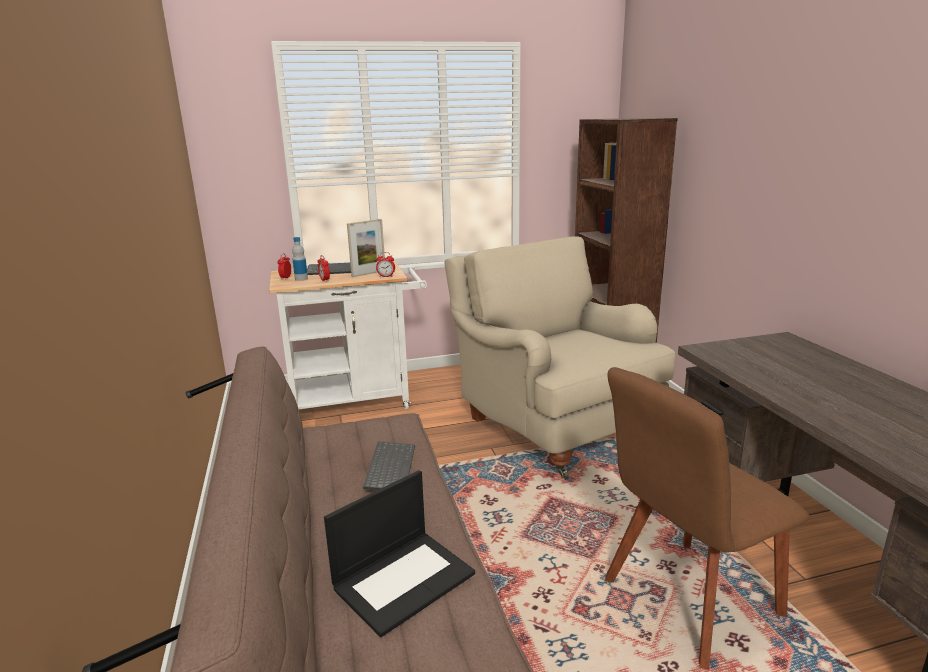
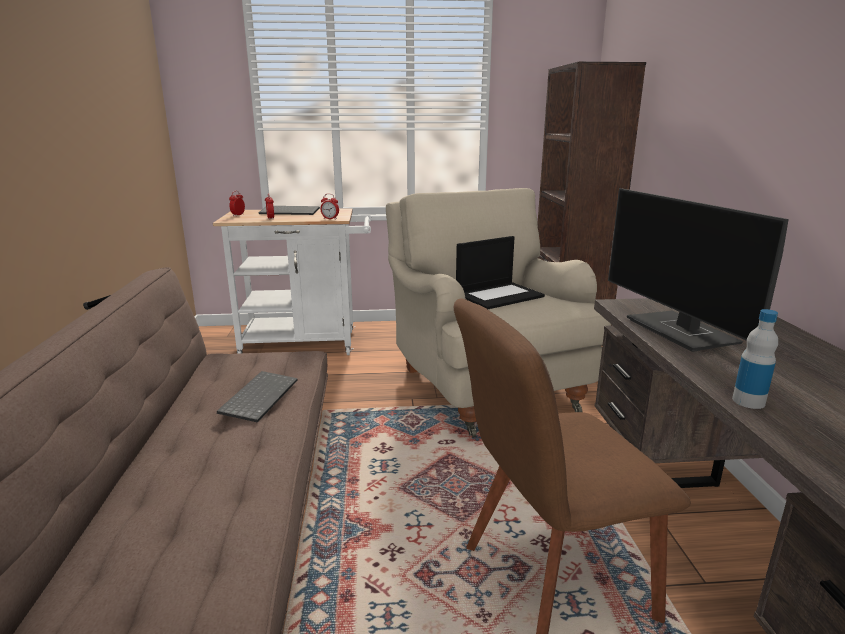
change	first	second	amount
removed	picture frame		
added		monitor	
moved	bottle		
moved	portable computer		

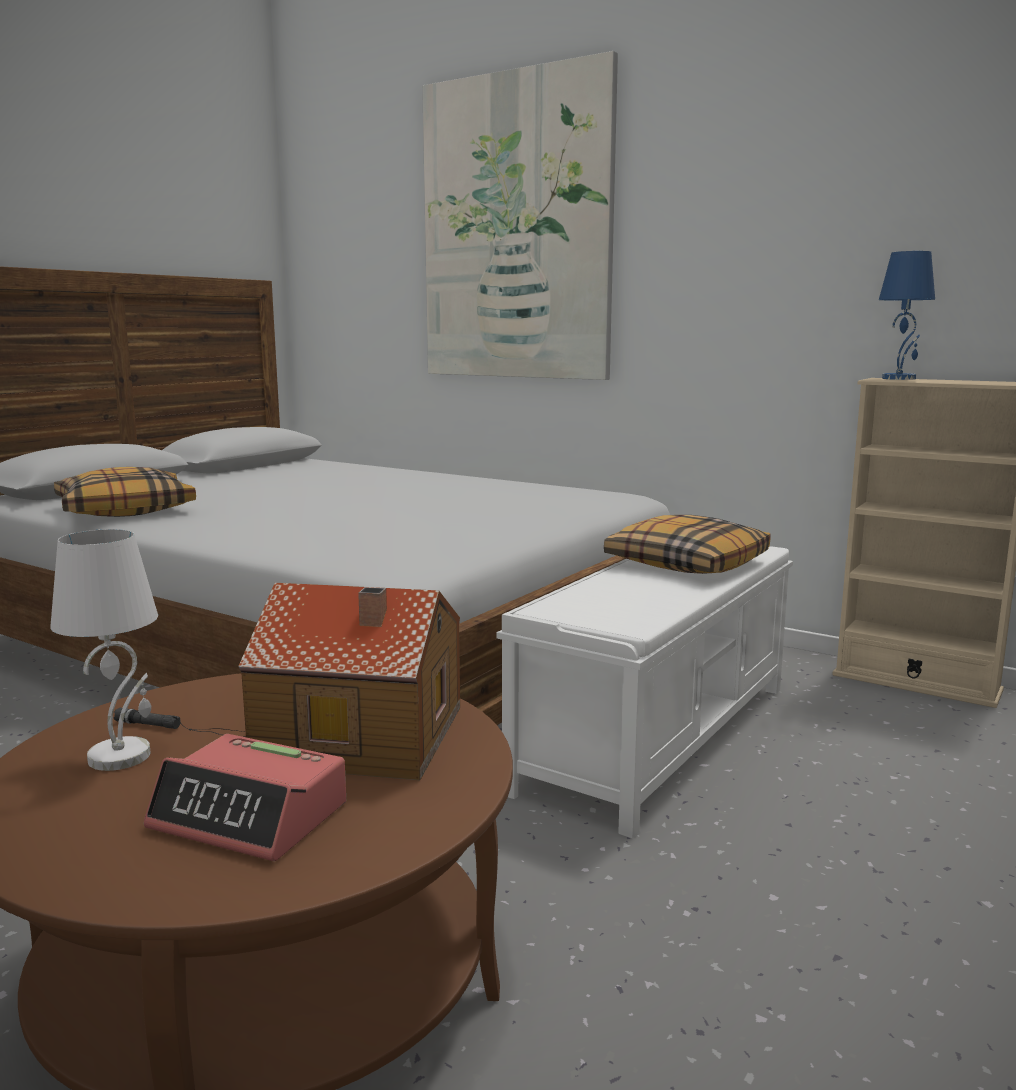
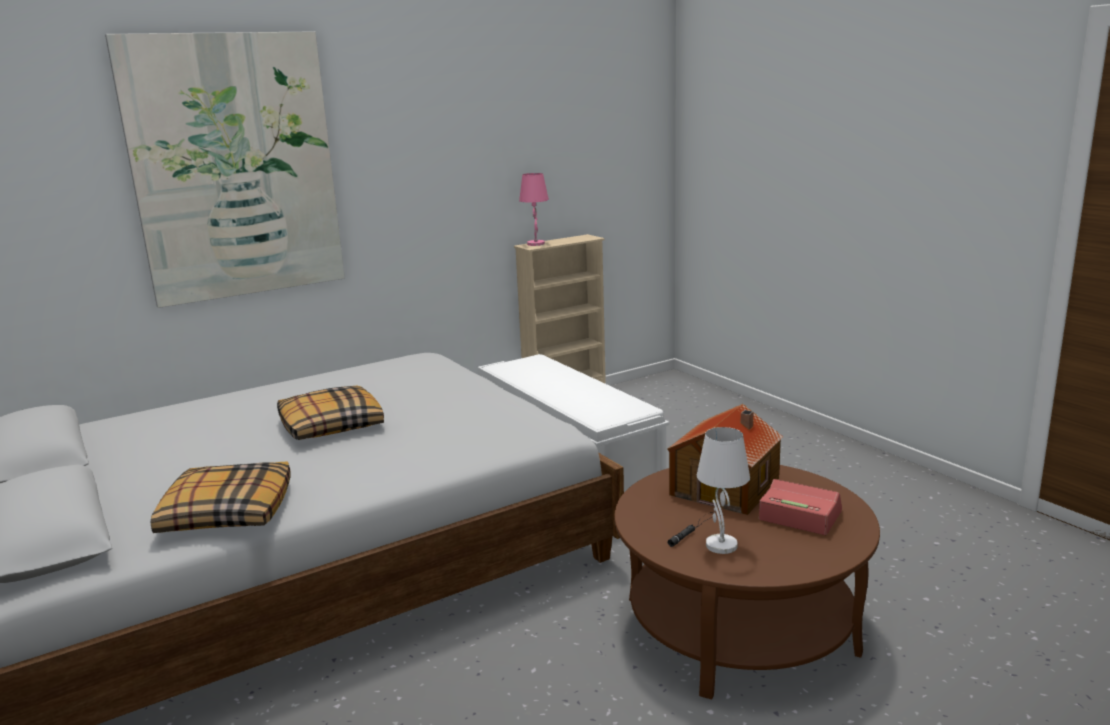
change	first	second	amount
moved	cushion (2nd from left)		
recoloured	bluish tabletop lamp	pinkish tabletop lamp	
turned	alarm clock		105 degrees counterclockwise

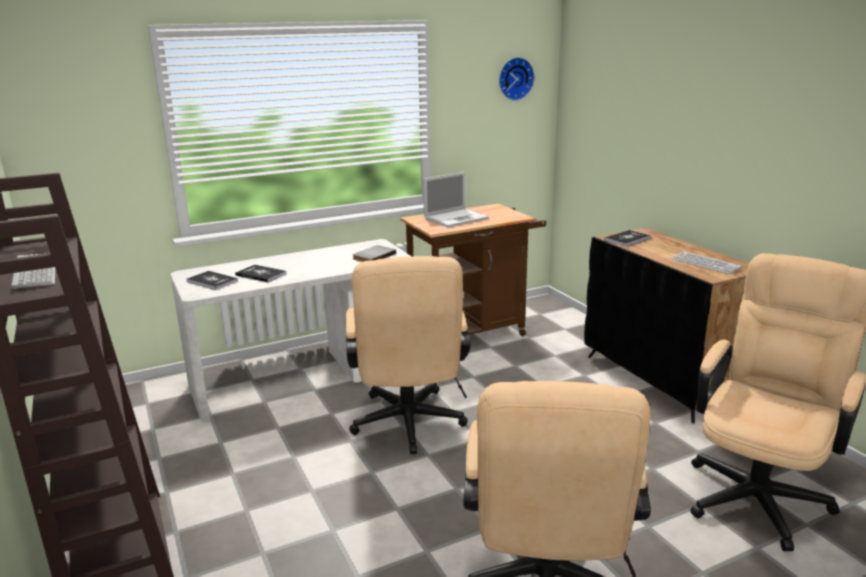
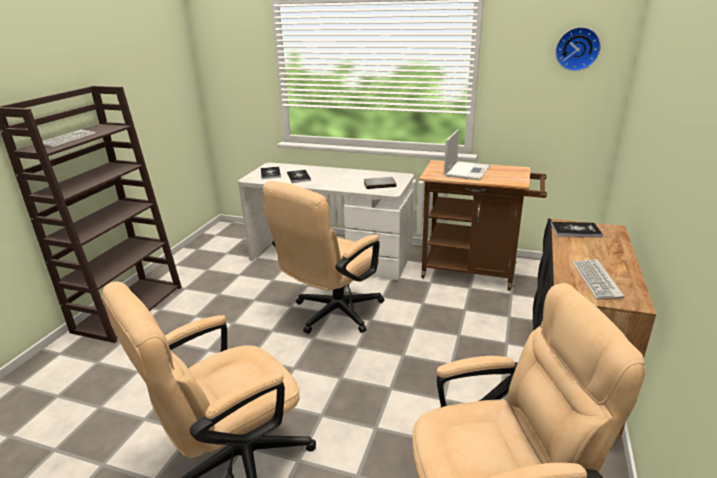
change	first	second	amount
turned	portable computer		75 degrees counterclockwise

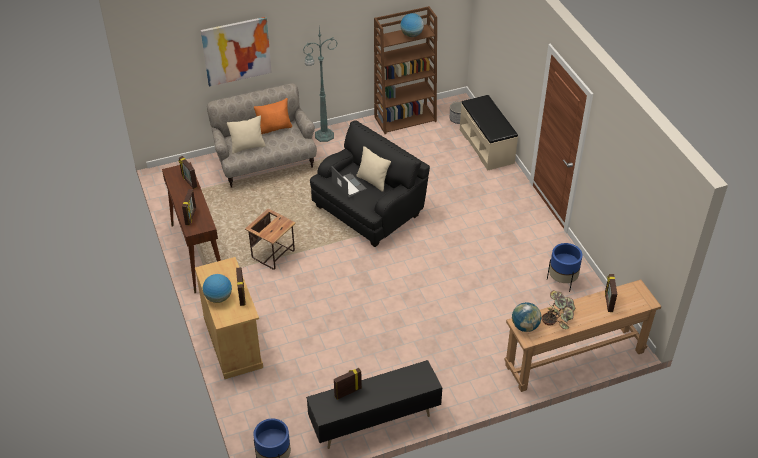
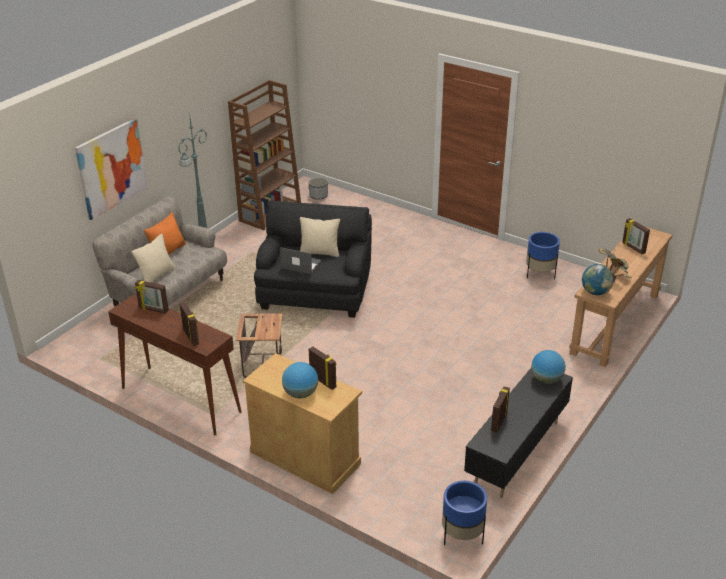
change	first	second	amount
removed	sand-coloured bench		
moved	globe (2nd from left)		

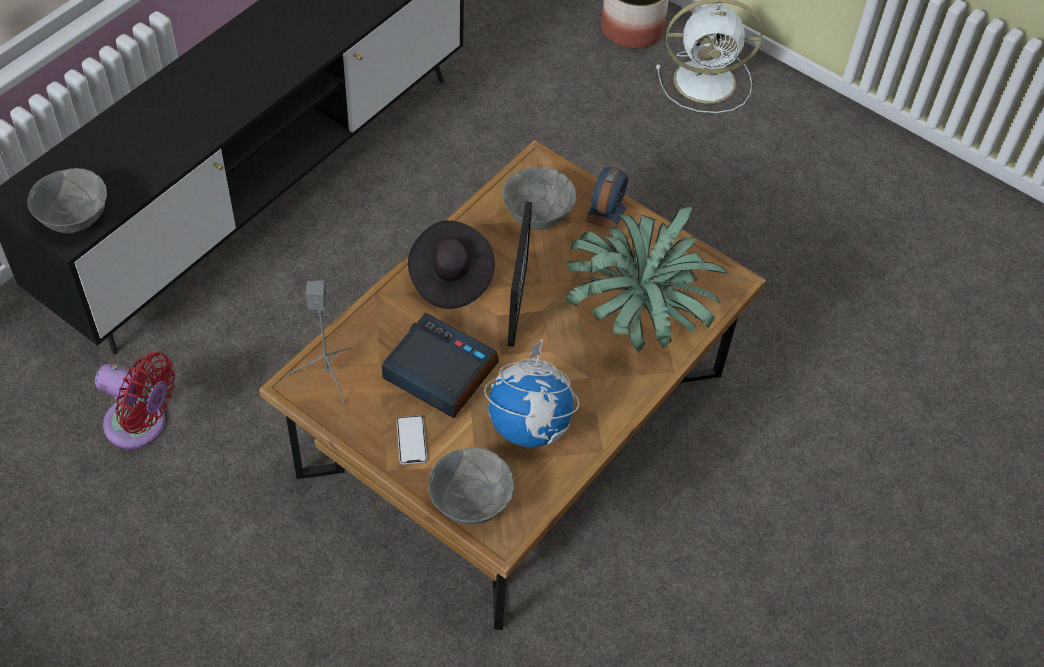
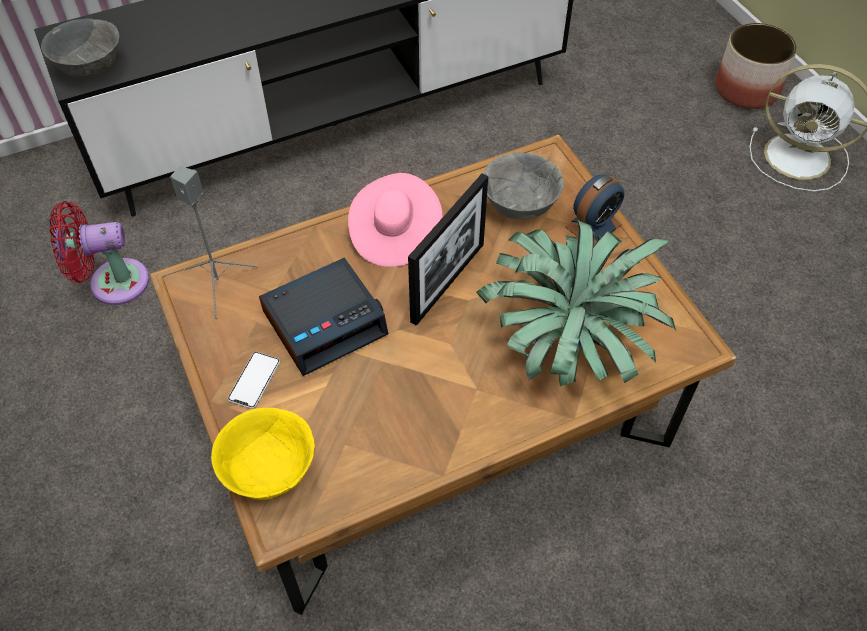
change	first	second	amount
removed	globe		
recoloured	black hat	pinkish hat	
recoloured	greyish serving bowl (2nd from left)	yellow serving bowl	
turned	reddish cooling fan		120 degrees clockwise
turned	alarm clock (1st from left)		90 degrees clockwise

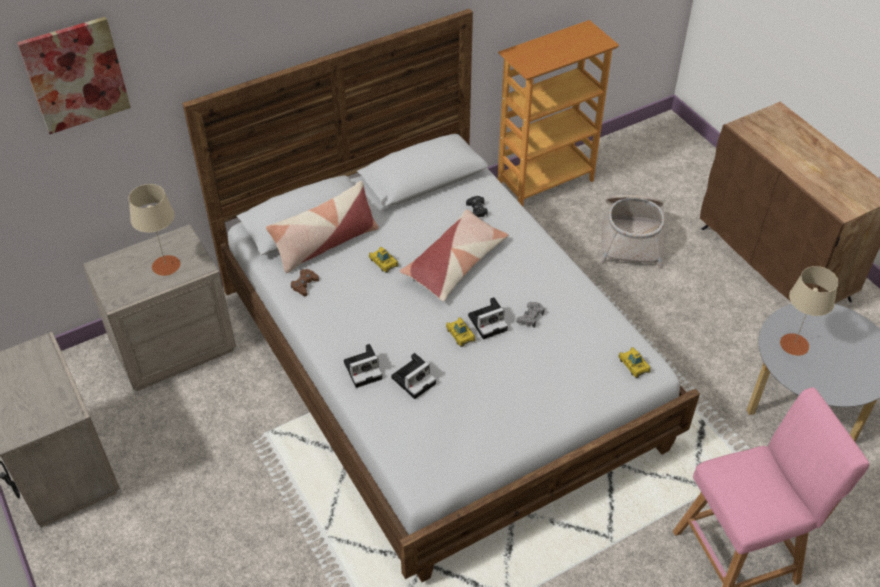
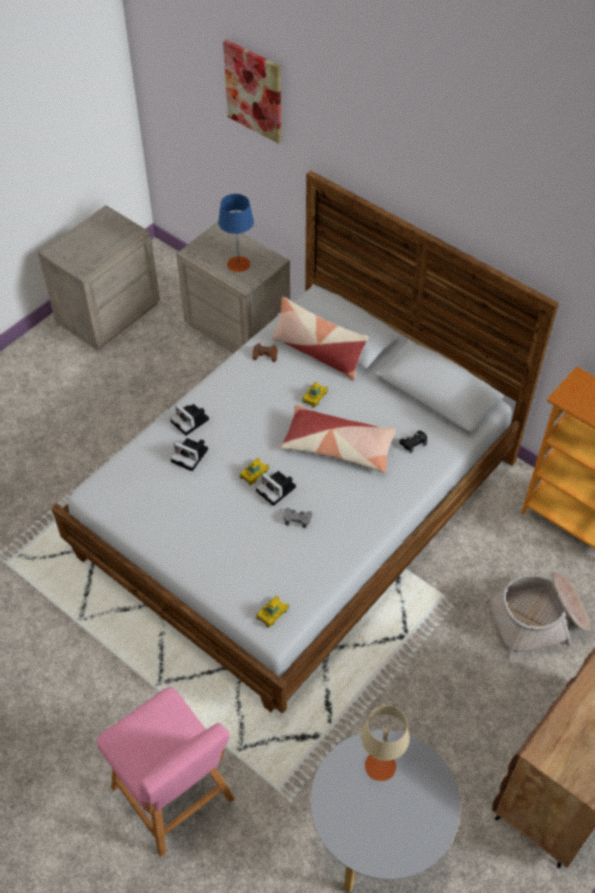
change	first	second	amount
recoloured	sand-coloured tabletop lamp (1st from left)	bluish tabletop lamp	

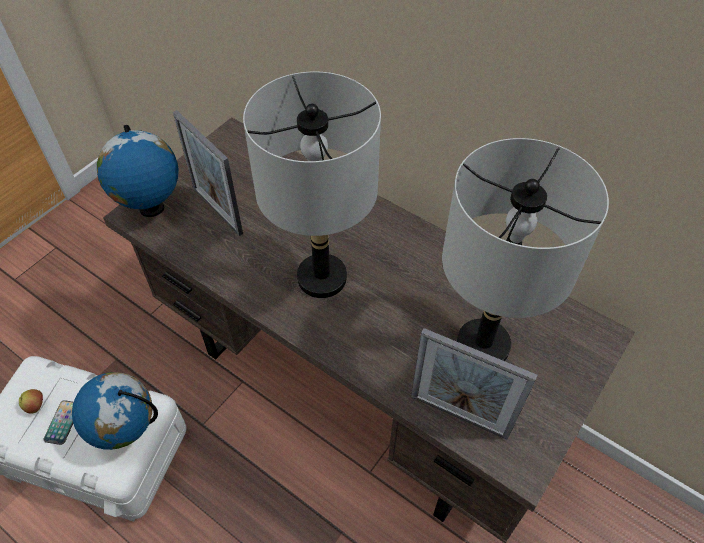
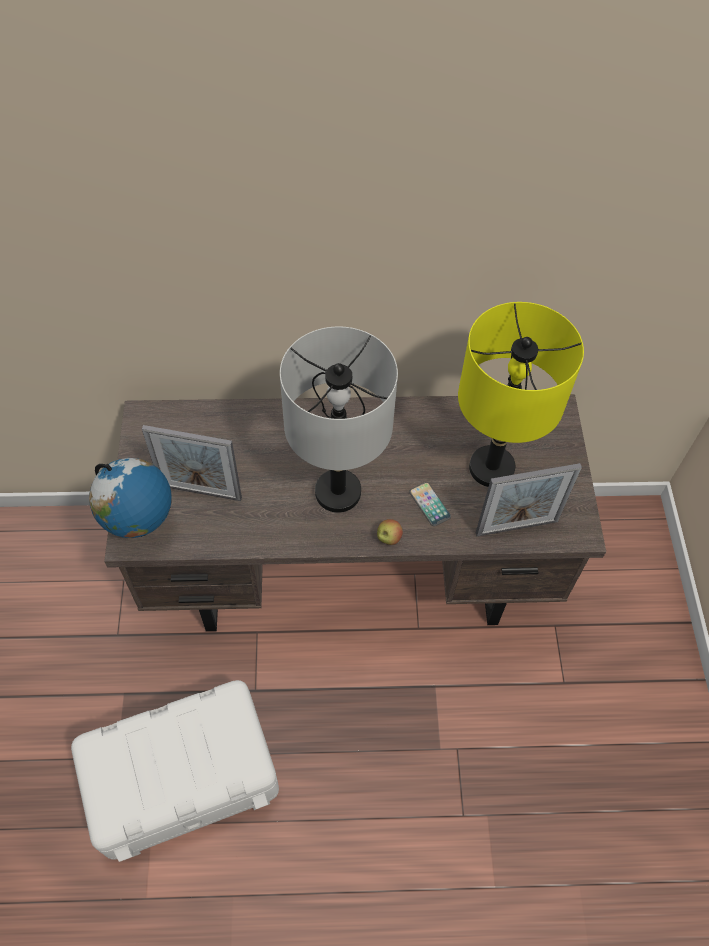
change	first	second	amount
removed	globe (1st from left)		
moved	apple fruit		
moved	handset		
recoloured	greyish tabletop lamp (2nd from left)	yellow tabletop lamp	

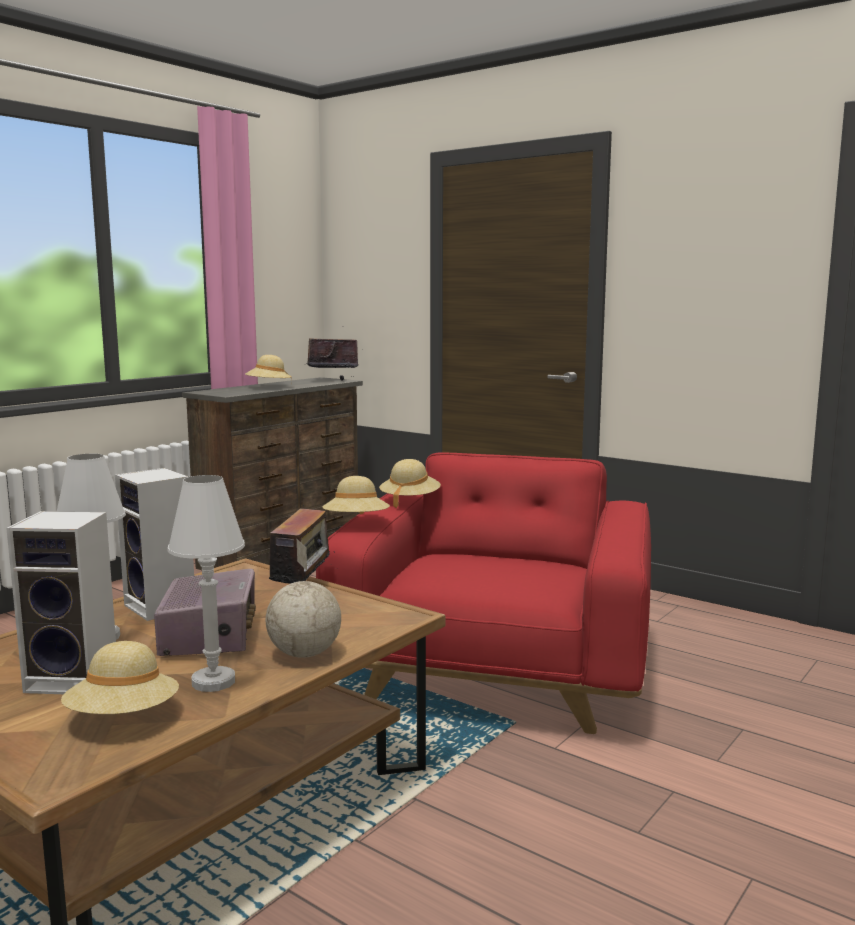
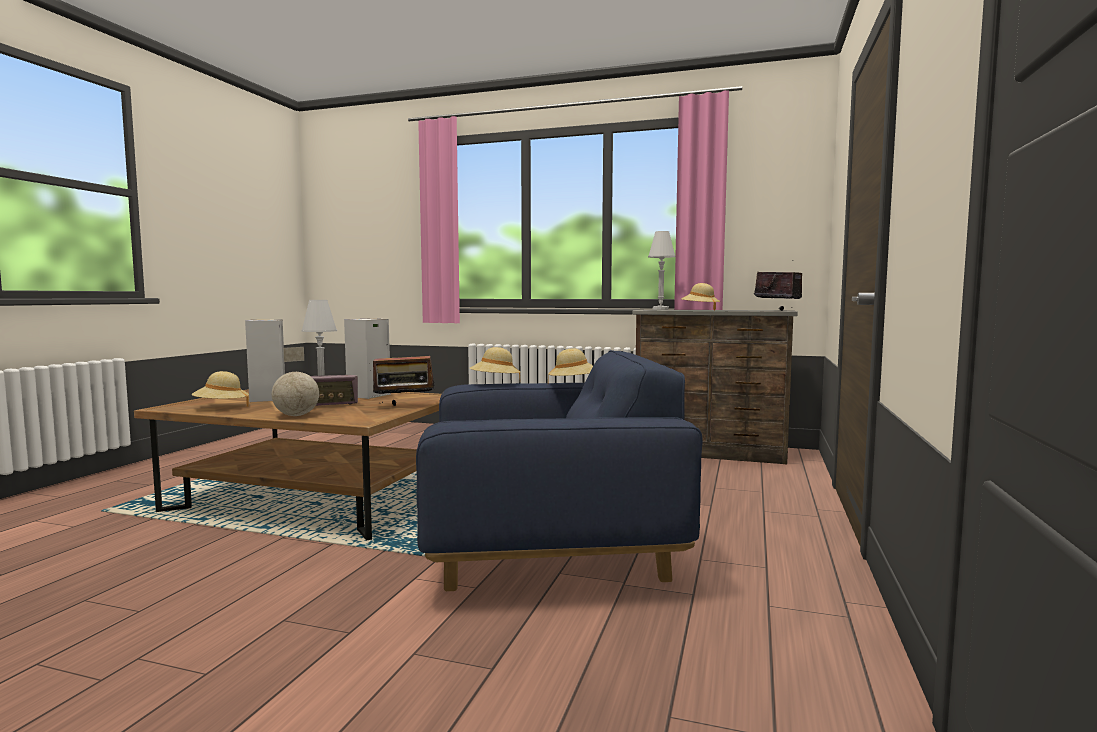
change	first	second	amount
moved	white-coloured tabletop lamp (2nd from left)		
recoloured	reddish armchair	bluish armchair	

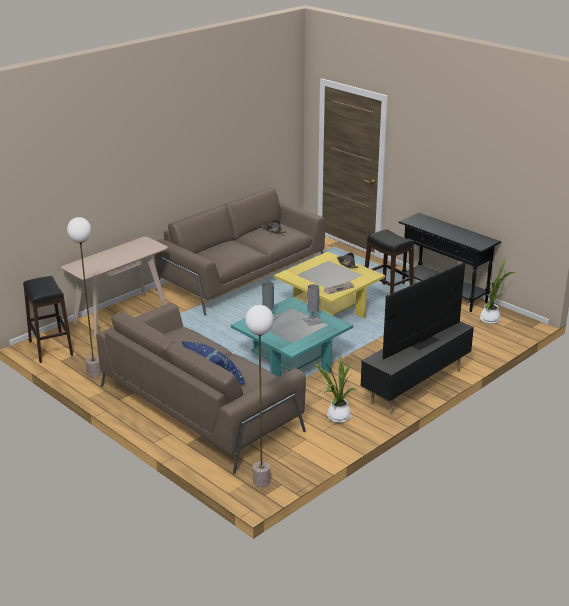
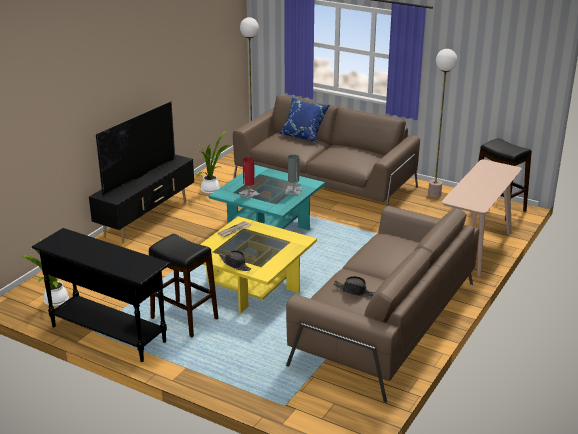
change	first	second	amount
recoloured	greyish tabletop lamp (2nd from left)	reddish tabletop lamp	

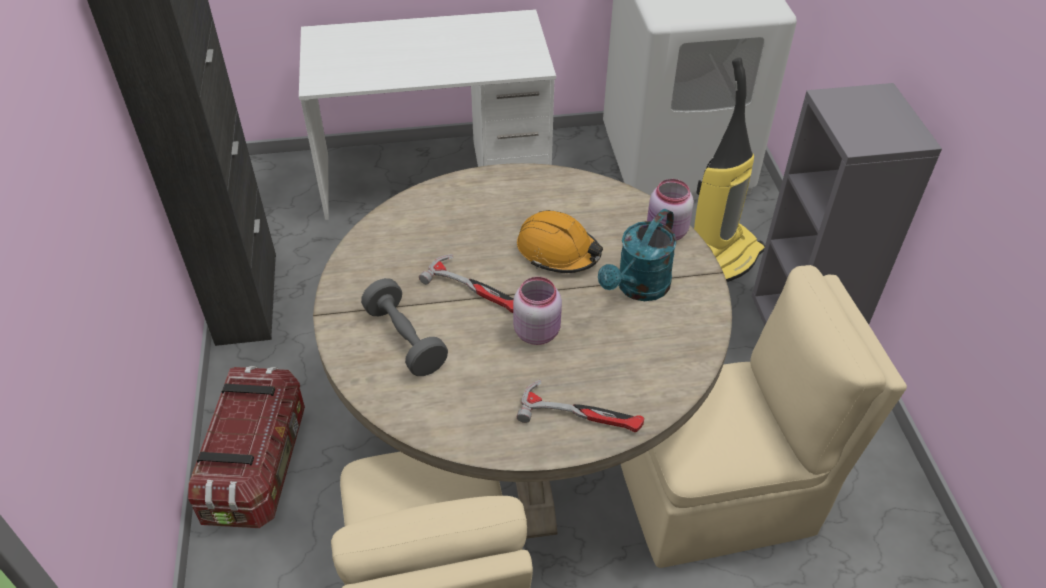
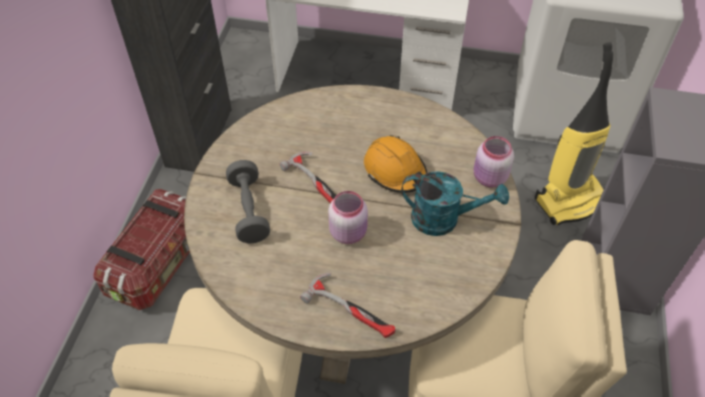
change	first	second	amount
turned	turquoise watering can		135 degrees counterclockwise

